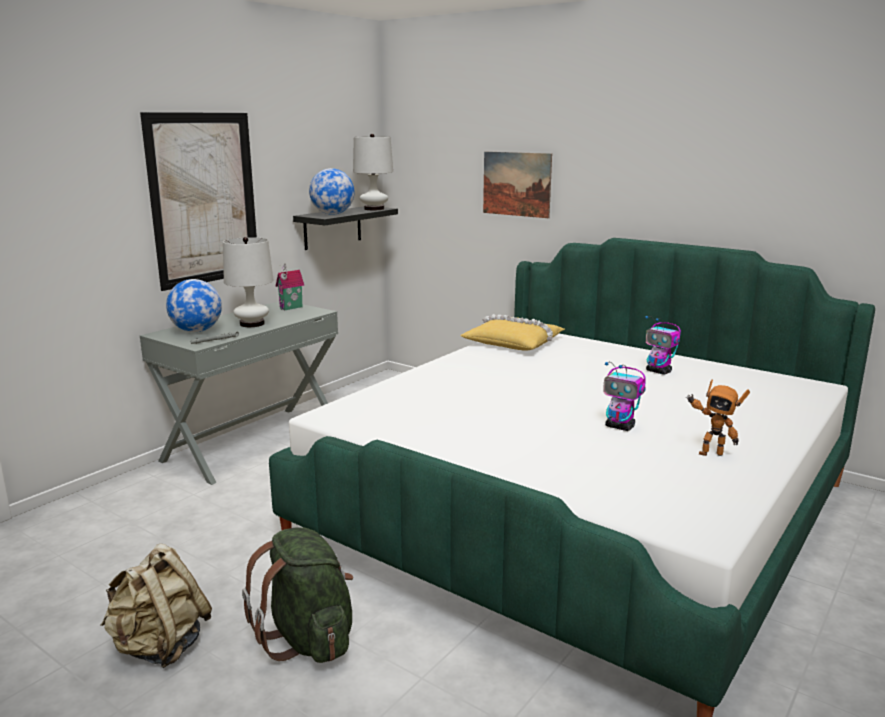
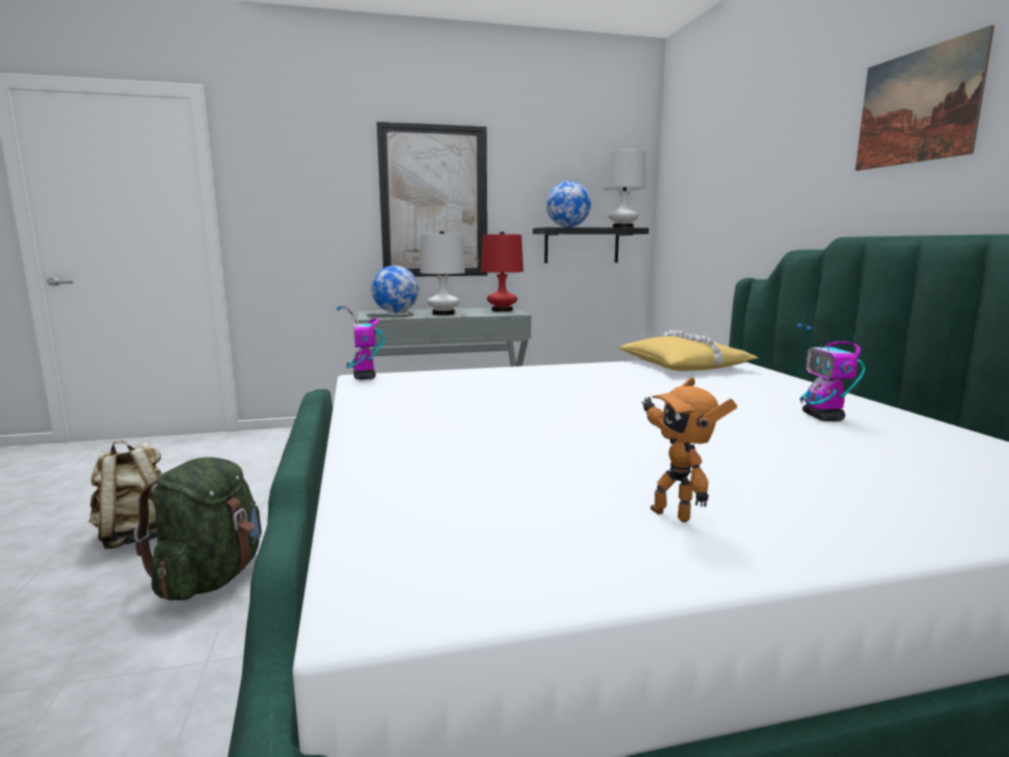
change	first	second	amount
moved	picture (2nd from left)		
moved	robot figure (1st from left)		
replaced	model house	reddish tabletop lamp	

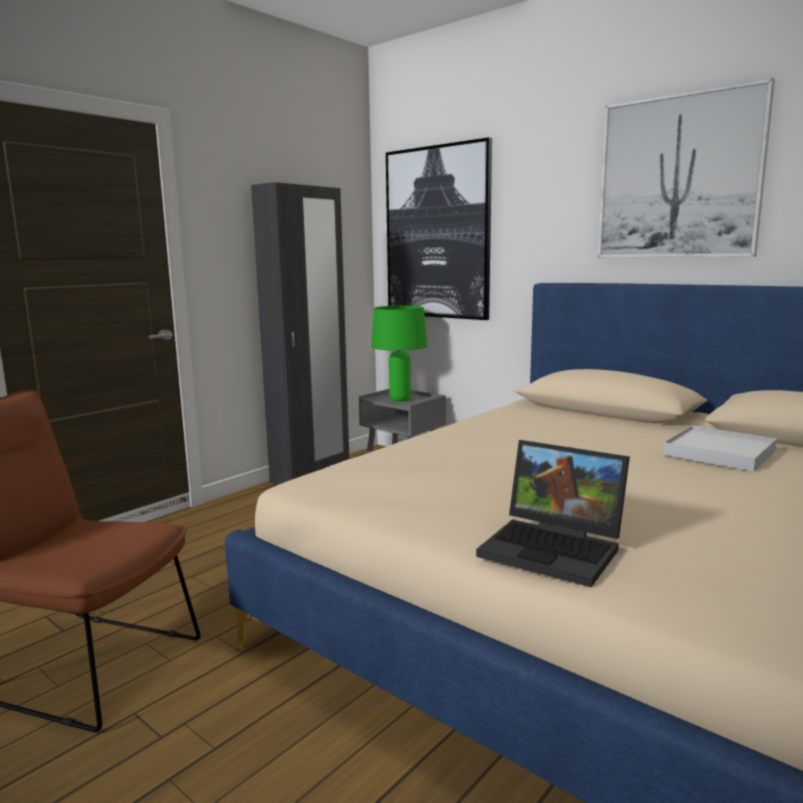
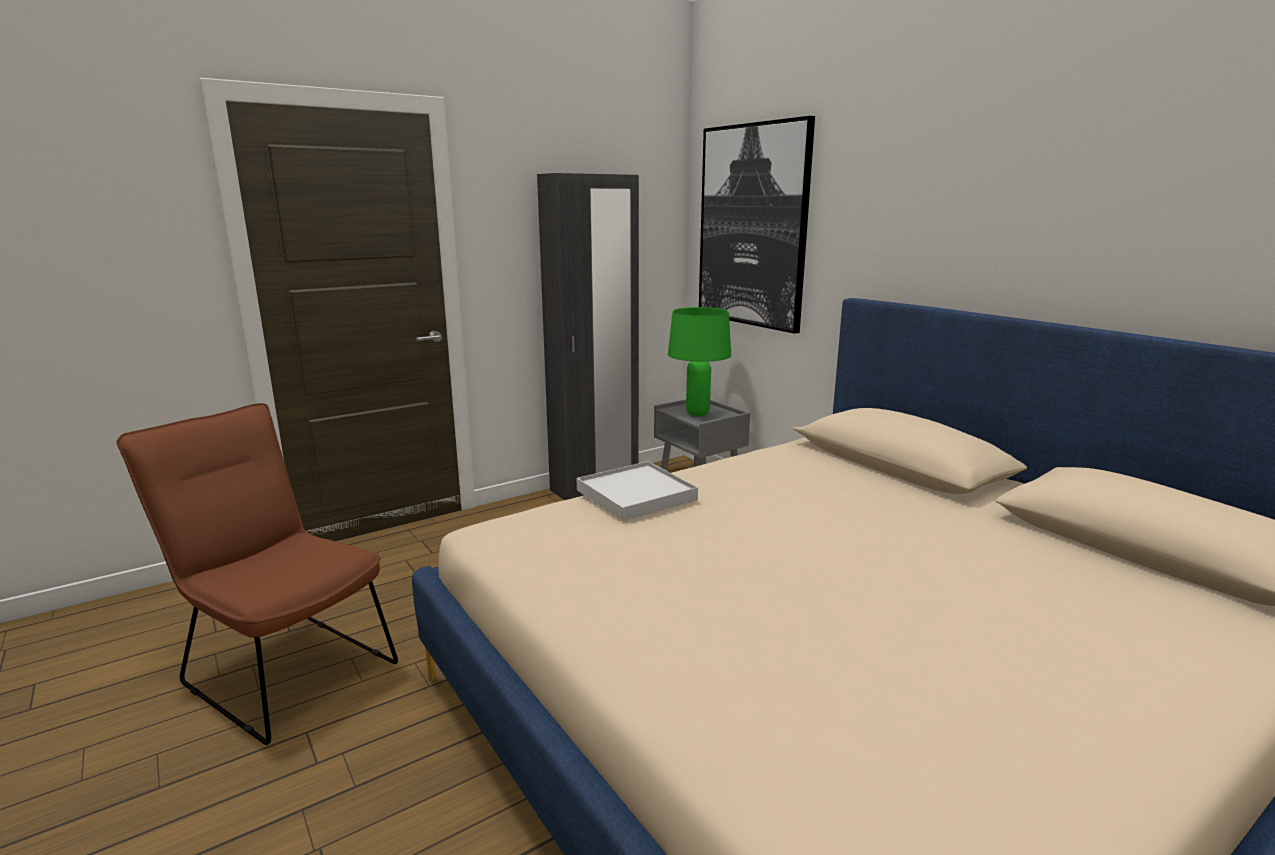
change	first	second	amount
removed	portable computer		
removed	picture (2nd from left)		
moved	white-coloured tray		

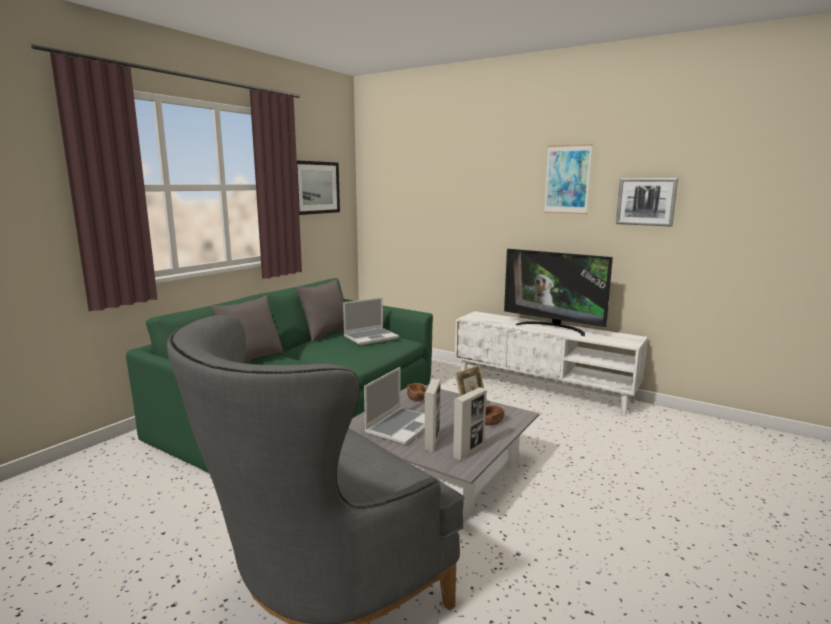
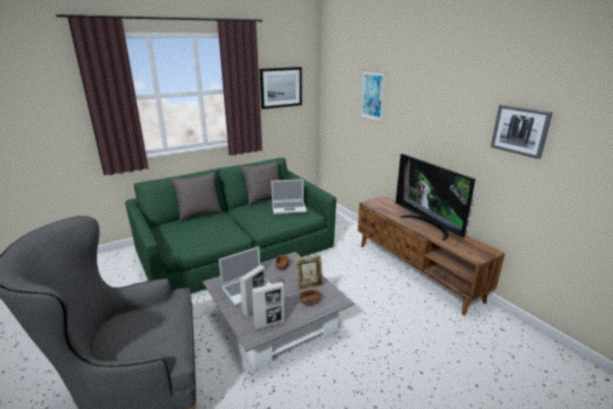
change	first	second	amount
moved	picture (2nd from left)		
recoloured	white-coloured media console	brown-coloured media console	

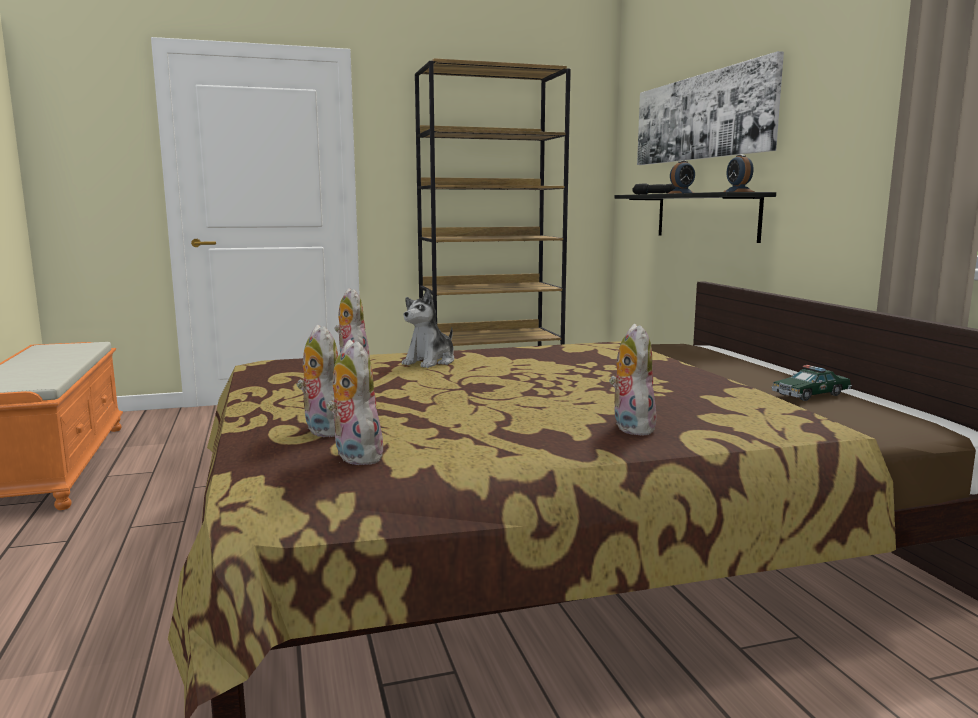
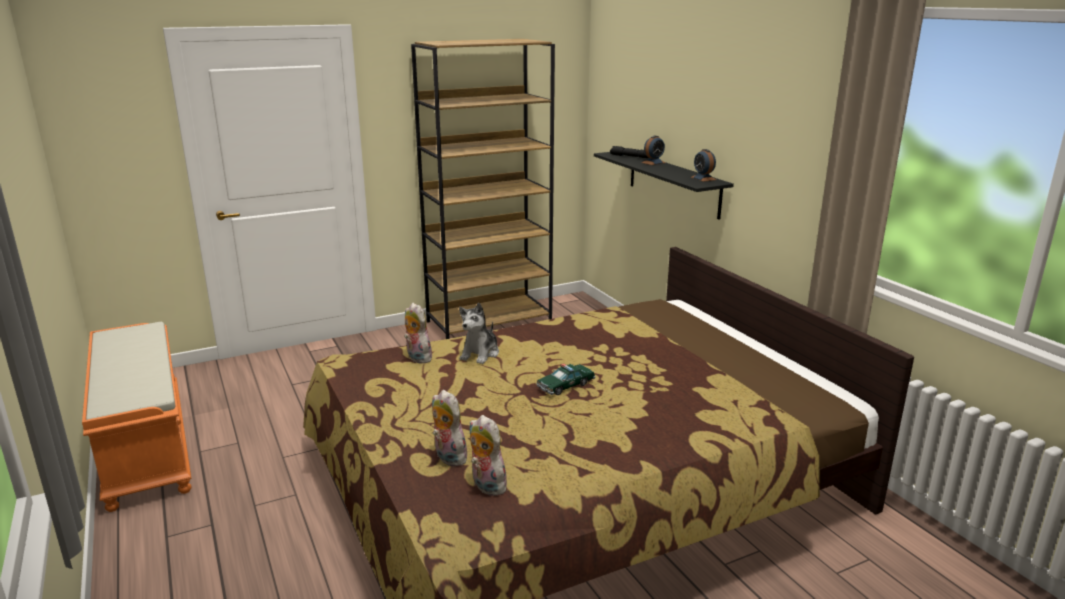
change	first	second	amount
removed	plush toy (5th from left)		
removed	picture		
moved	model car		

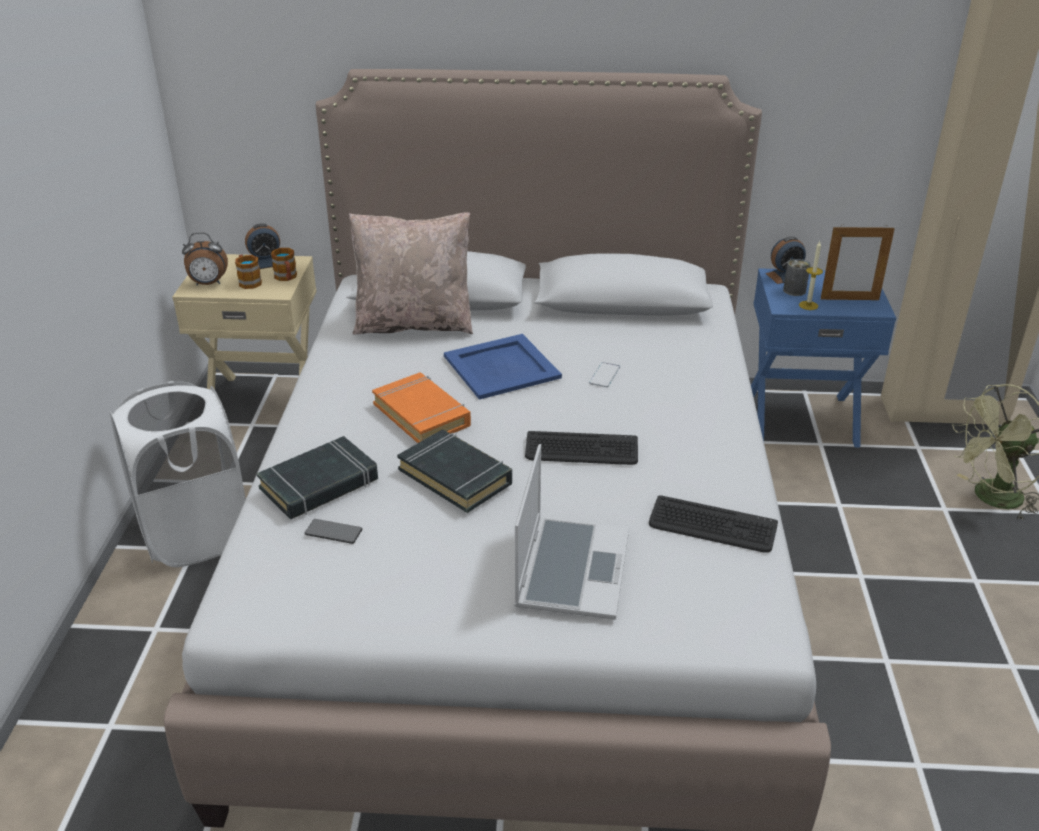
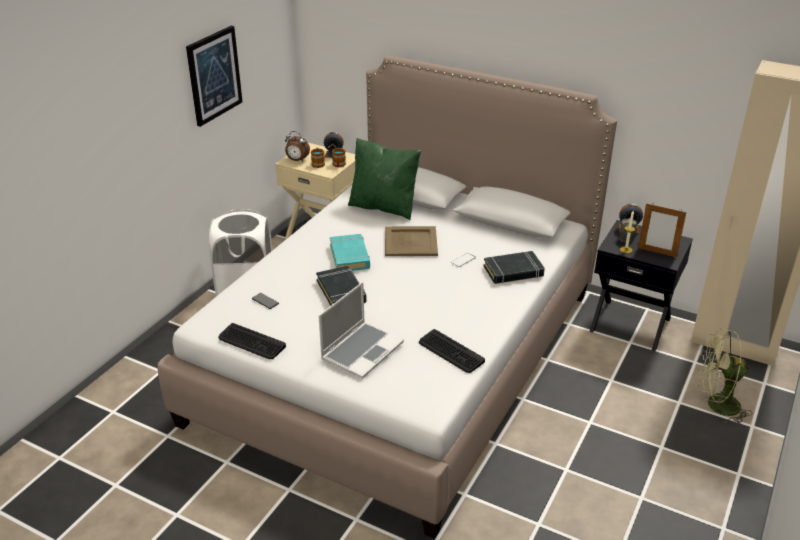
change	first	second	amount
added		picture	
moved	black bound book (1st from left in the first image)	black bound book (2nd from left)	
moved	PC keyboard (1st from left)		
recoloured	sand-coloured cushion	green-coloured cushion	
recoloured	orangey bound book	turquoise bound book	
recoloured	bluish tray	sand-coloured tray	
recoloured	bluish night table	black night table	

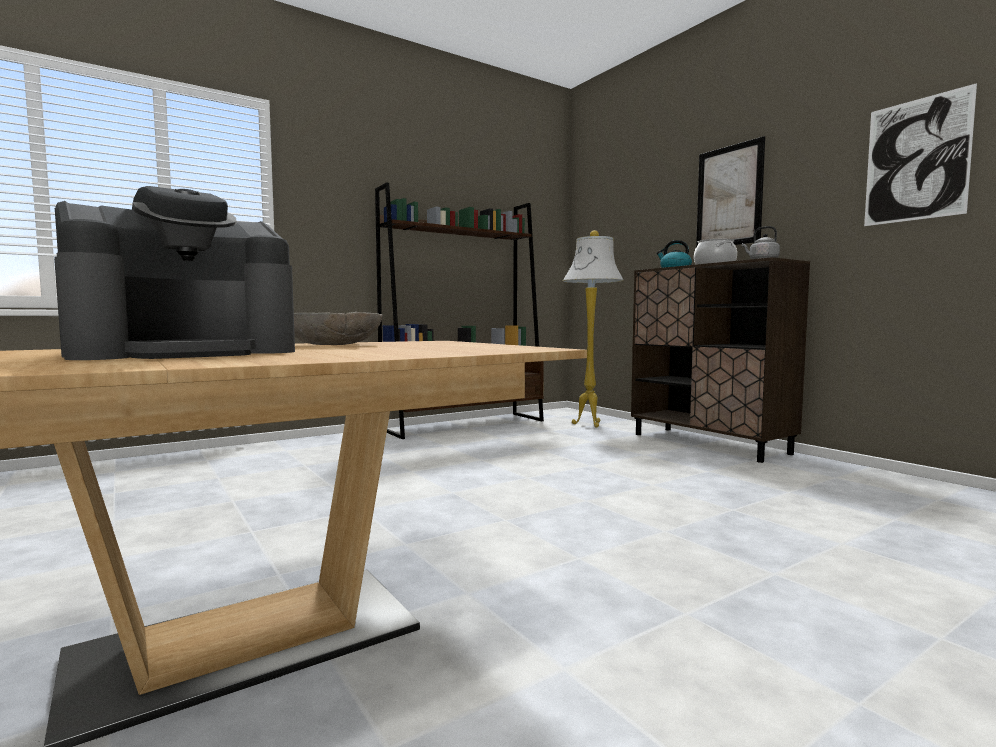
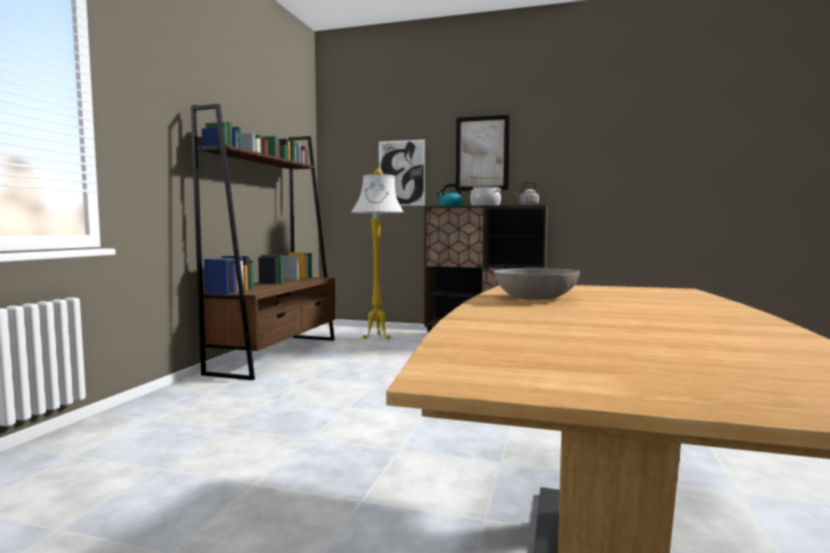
change	first	second	amount
removed	coffee maker		
moved	picture (2nd from left in the first image)	picture (1st from left)	

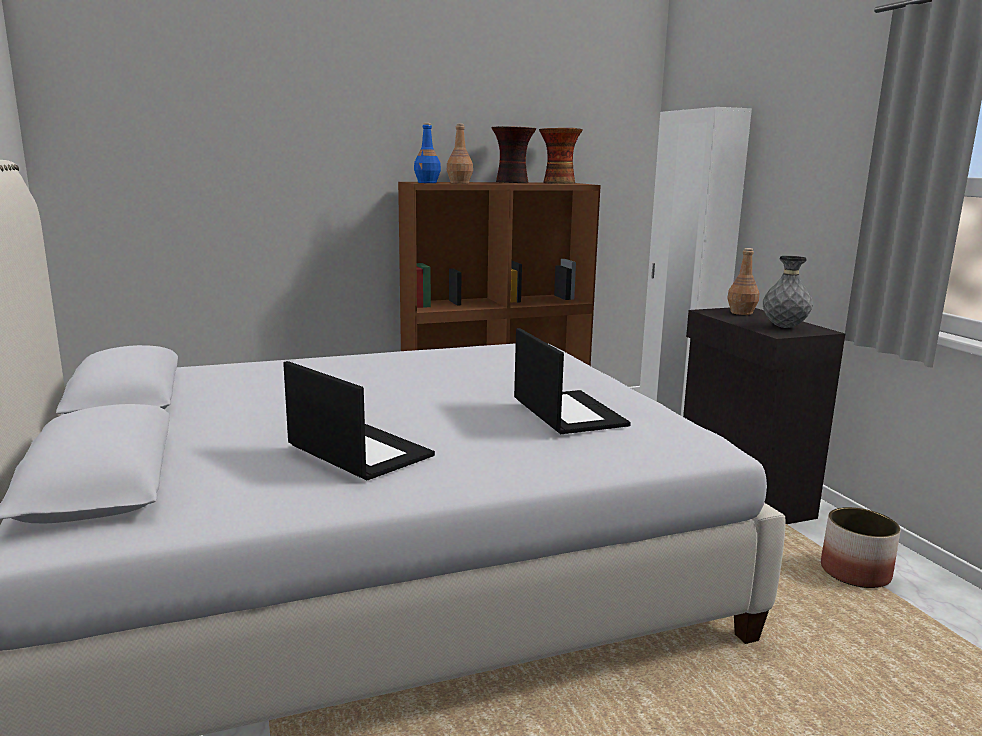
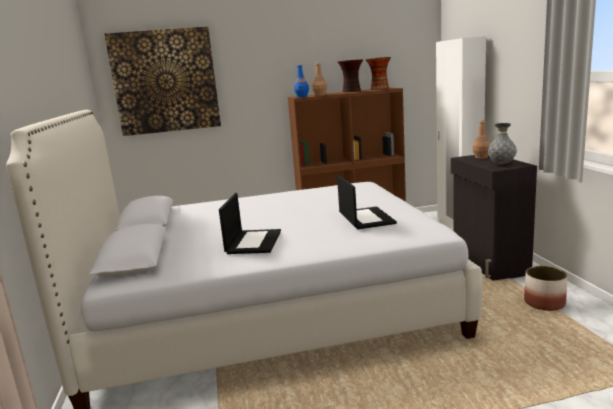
change	first	second	amount
added		picture	
turned	portable computer (1st from left)		45 degrees clockwise

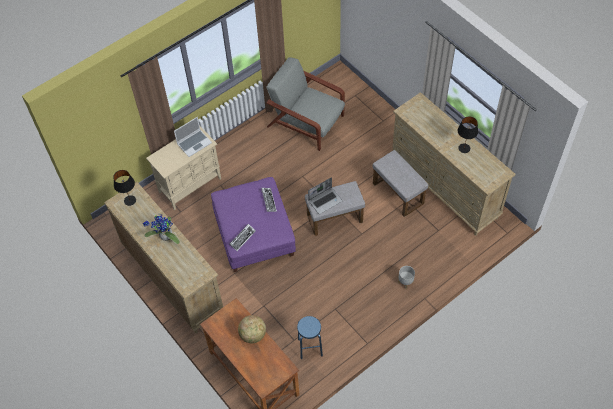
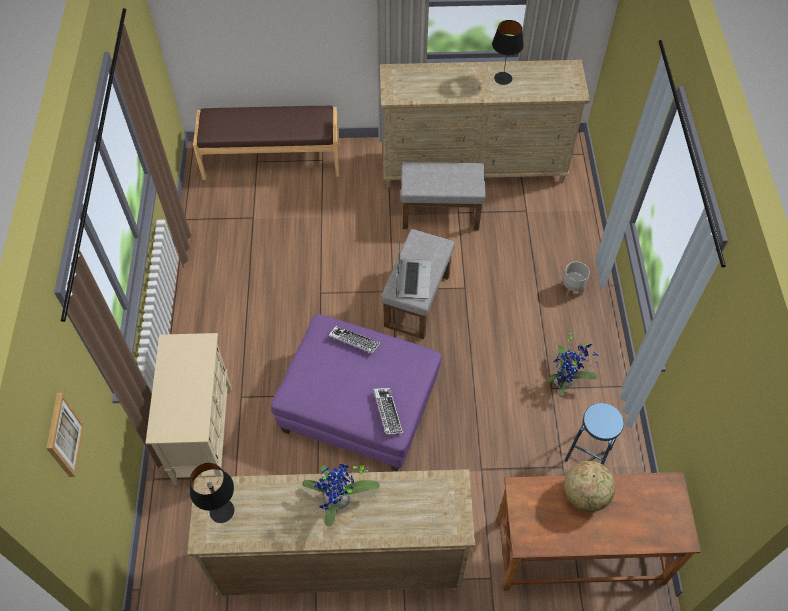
change	first	second	amount
removed	portable computer (1st from left)		
removed	greyish armchair		
added		picture	
added		brown-coloured bench	
added		plant in a pot (2nd from left)	

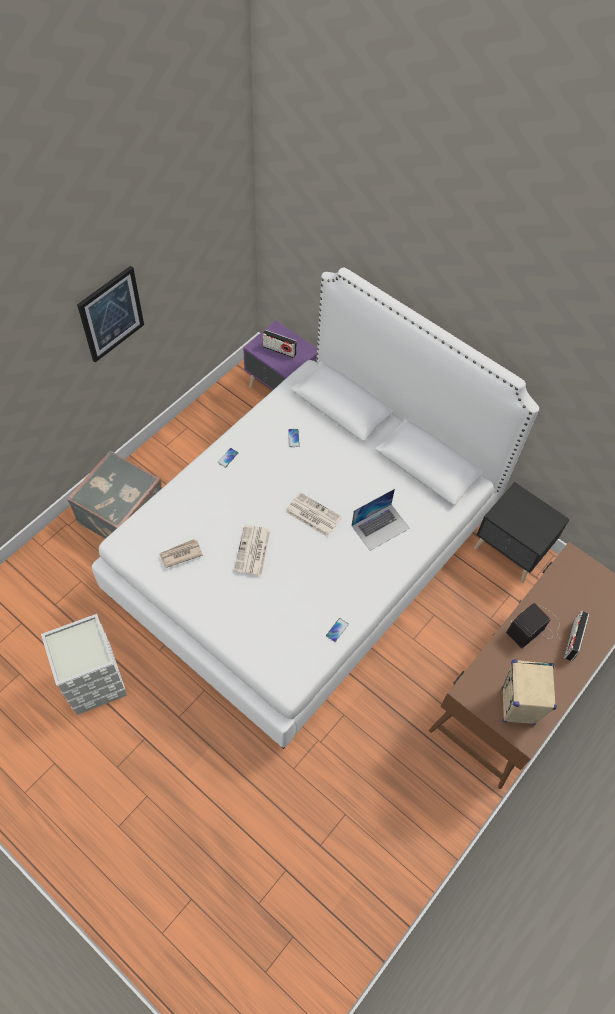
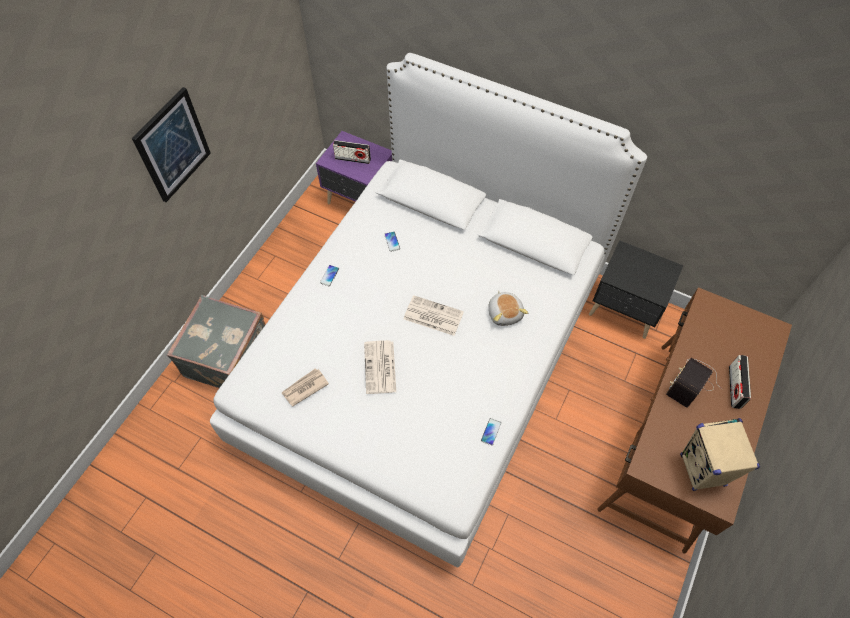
change	first	second	amount
removed	greyish storage container		
replaced	portable computer	plush toy	

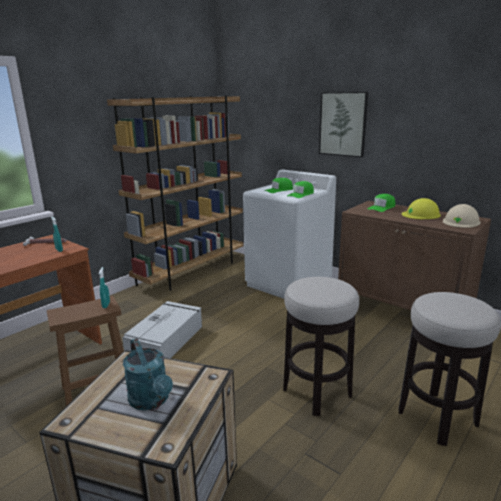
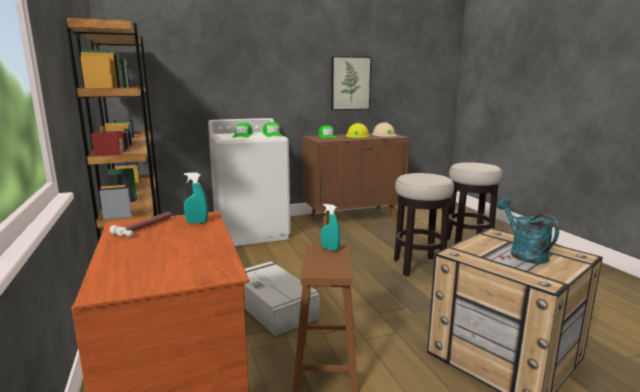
change	first	second	amount
moved	picture		
turned	turquoise watering can		105 degrees counterclockwise

